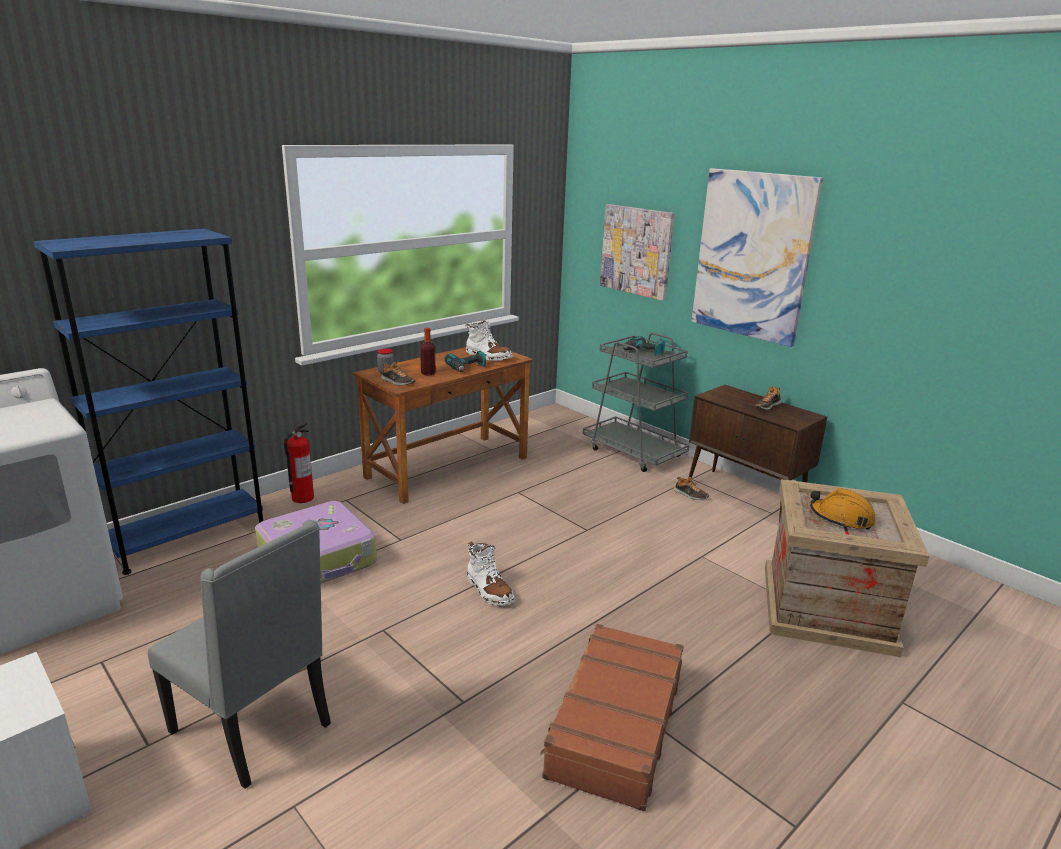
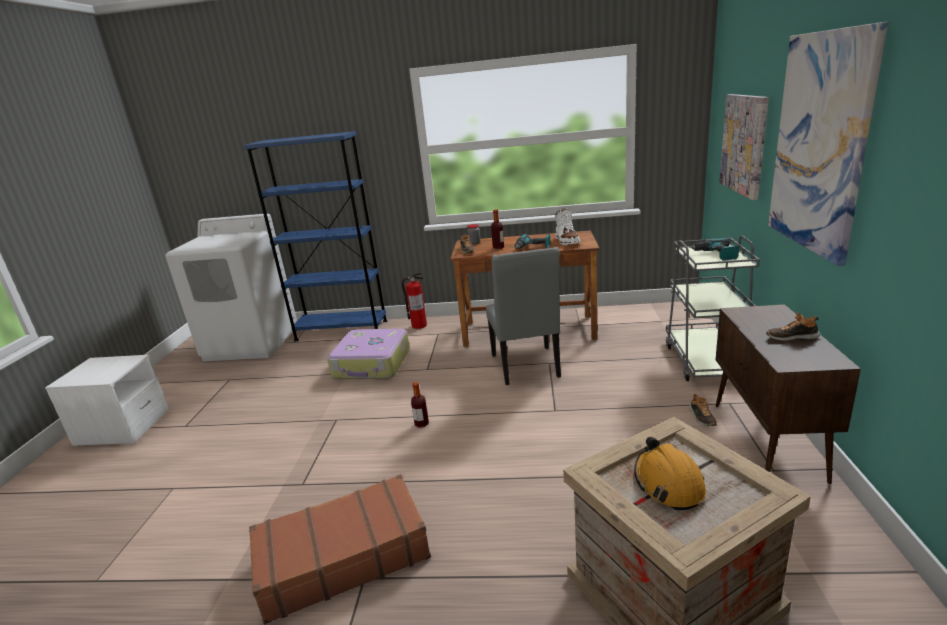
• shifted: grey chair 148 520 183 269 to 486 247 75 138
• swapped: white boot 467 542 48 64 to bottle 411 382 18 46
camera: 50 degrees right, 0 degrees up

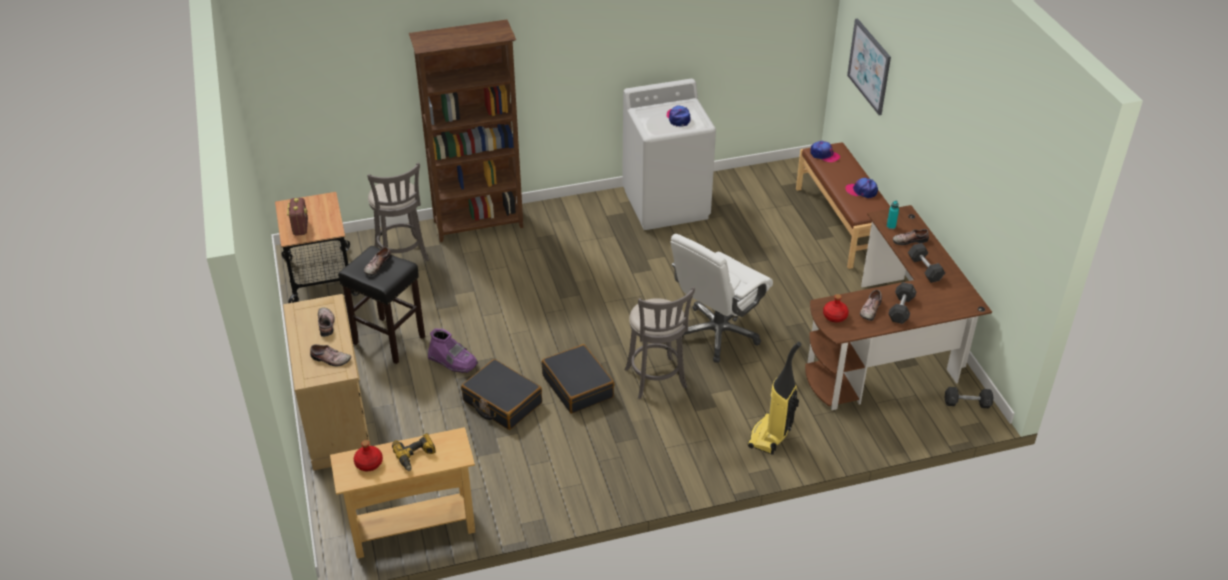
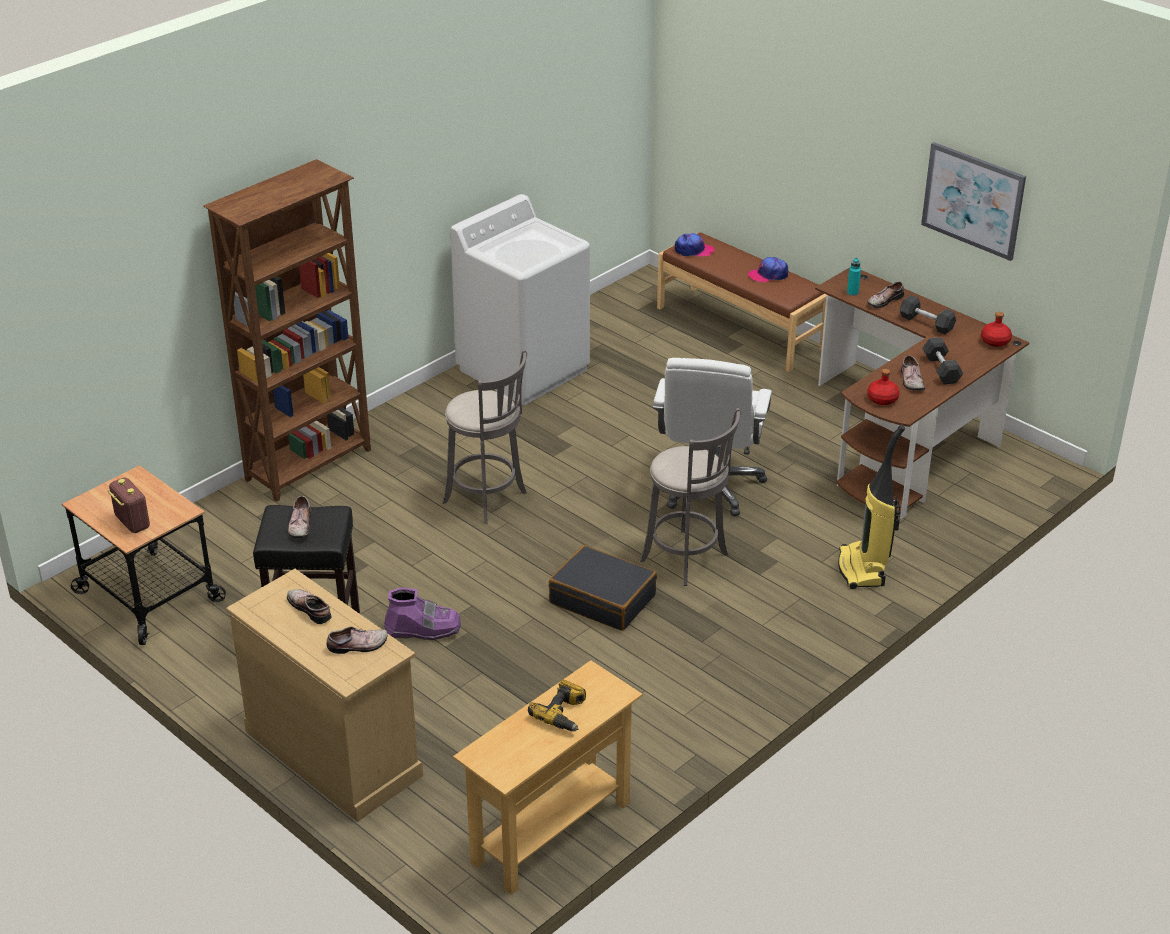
• shifted: picture 847 19 44 96 to 921 142 105 119
• gone: cap 667 105 23 22
• shifted: grey stool 368 163 61 98 to 442 350 85 174
• gone: black suitcase 461 359 81 71
• gone: grey dumbbell 945 387 48 21
• shifted: red bottle 354 440 29 31 to 981 312 31 35
camera: 30 degrees left, 5 degrees down

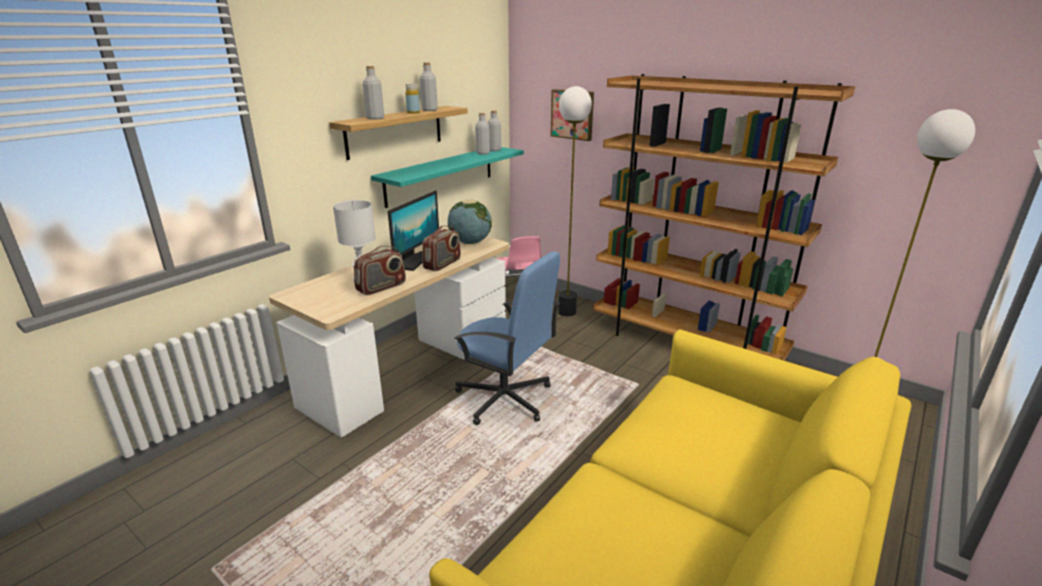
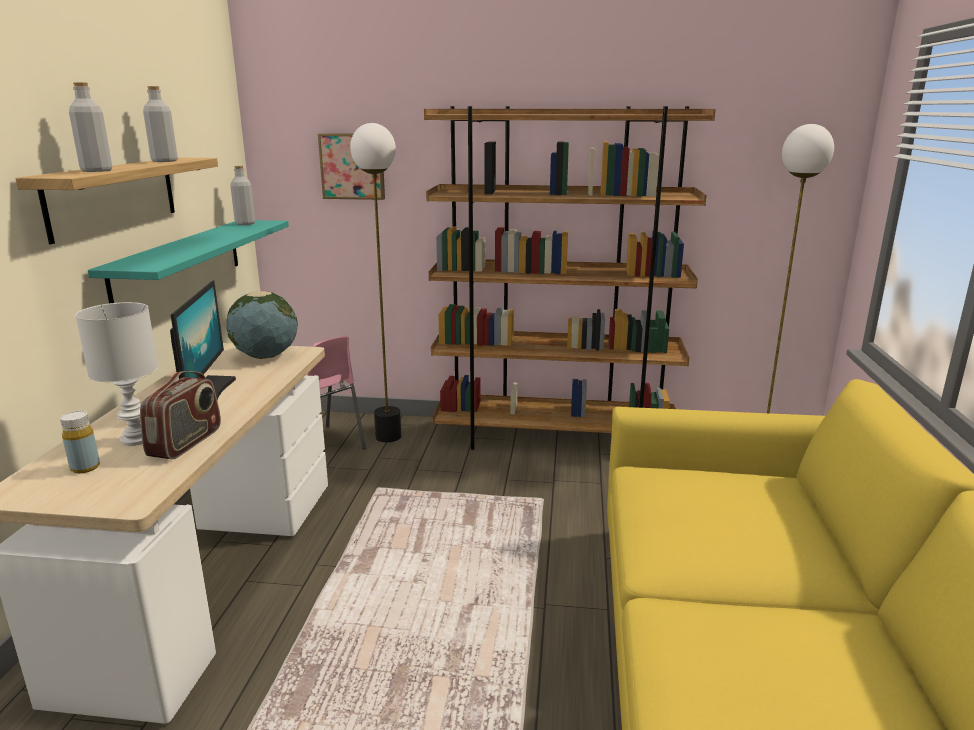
• shifted: yellow bottle 405 83 15 31 to 60 411 40 62
• gone: grey bottle 475 113 15 42
• gone: radio 422 226 39 45
• gone: blue office chair 454 251 106 174
camera: 30 degrees left, 5 degrees down

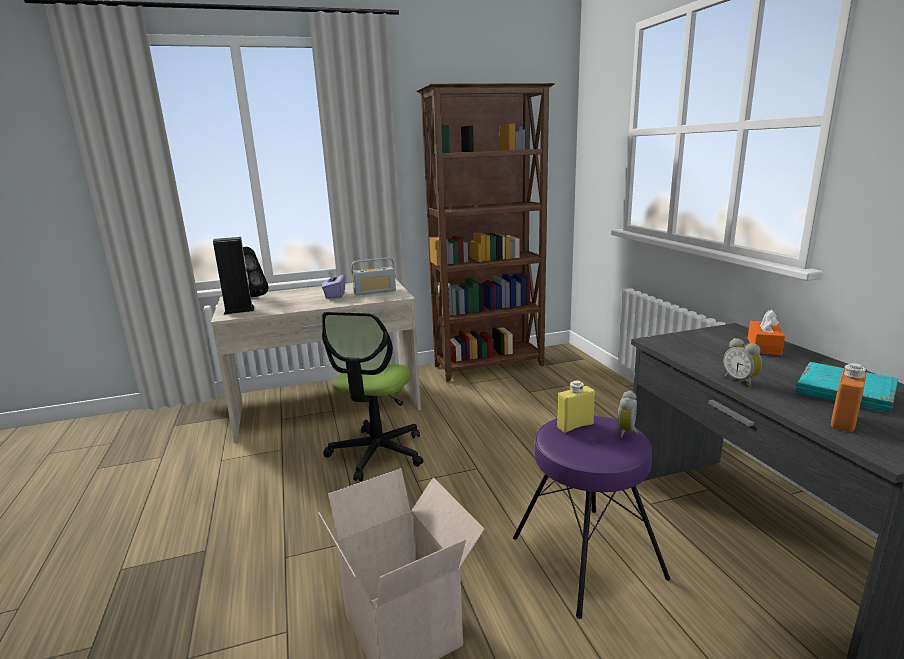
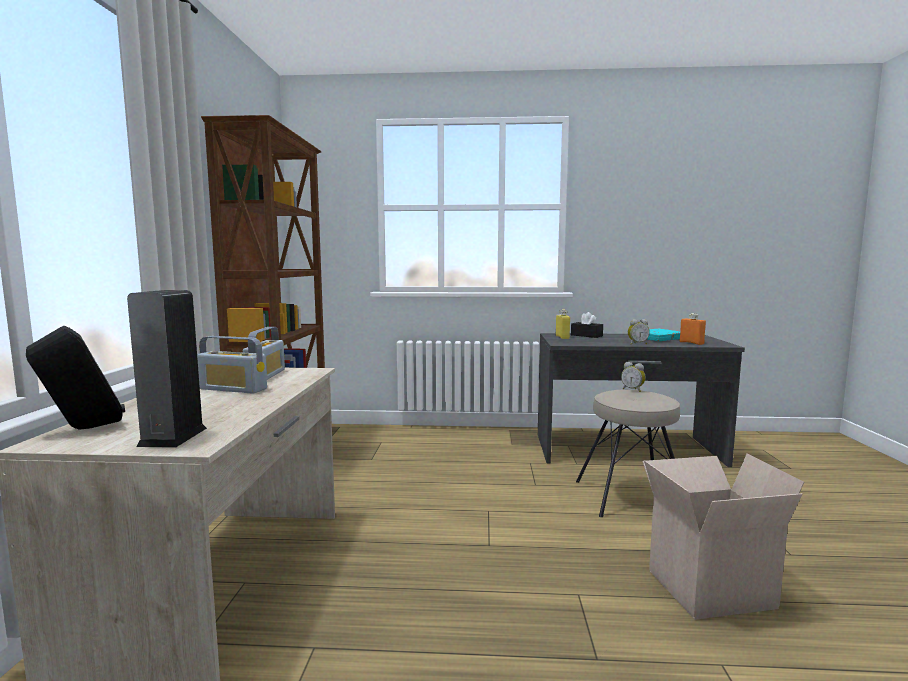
• swapped: purple tissue box 322 270 23 29 to radio 197 336 70 58
• repainted: orange tissue box 748 310 37 45 to black tissue box 571 312 32 26
• gone: office chair 322 312 101 169
• shifted: yellow bottle 557 380 38 53 to 556 310 14 29
• repainted: purple stool 513 416 158 203 to beige stool 576 390 104 127
camera: 70 degrees left, 10 degrees down

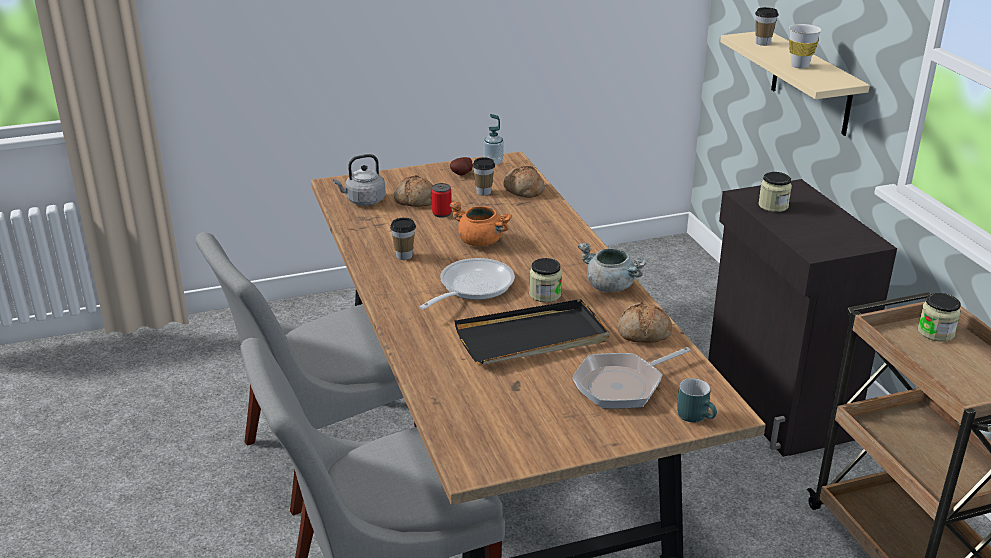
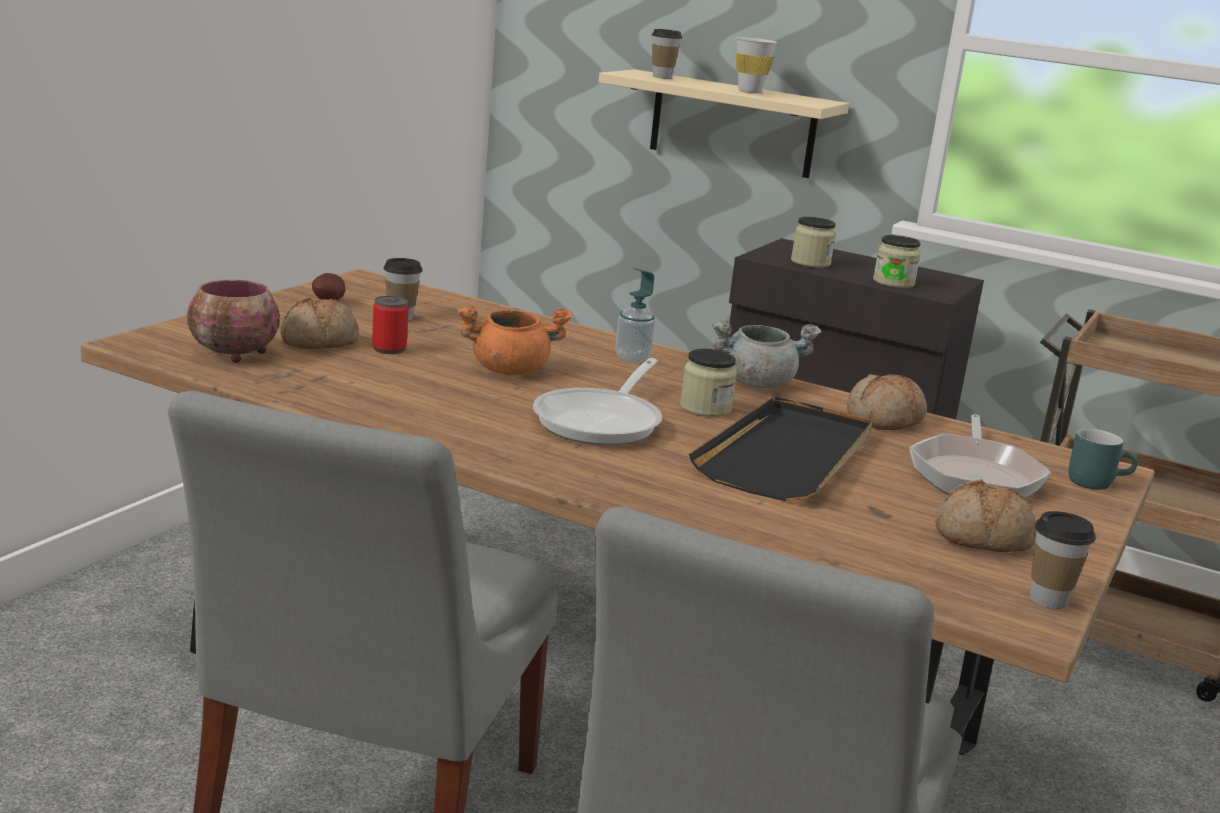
• shifted: soap dispenser 484 114 20 51 to 615 268 40 95
• swapped: grey kettle 333 154 53 52 to bowl 187 279 93 84
• shifted: bread 503 166 42 32 to 935 479 102 73
• shifted: cup 390 218 26 42 to 1030 511 66 98
• rotated: frying pan 419 258 96 51 = 533 358 129 87 150 degrees counterclockwise
• shifted: jar 918 293 43 49 to 873 235 48 53
camera: 45 degrees left, 10 degrees down

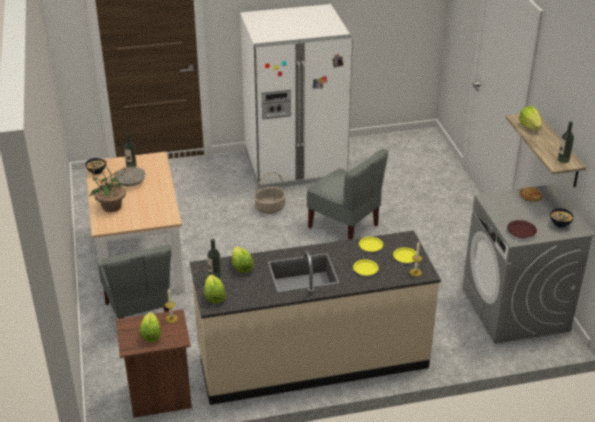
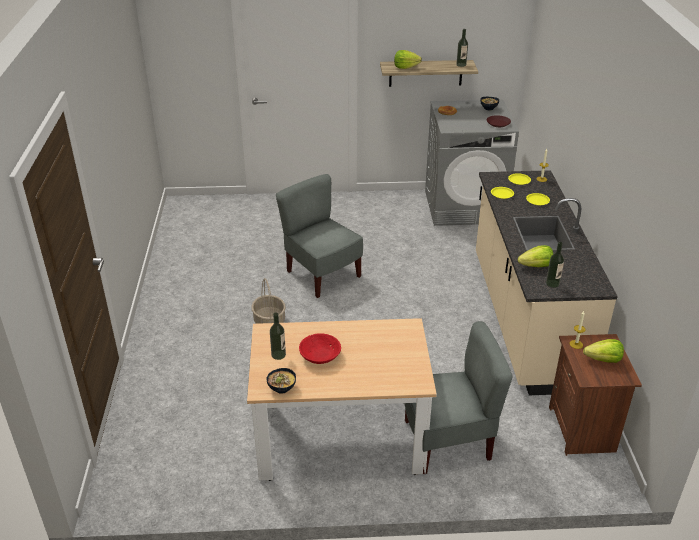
• gone: white fridge 240 4 113 185
• rotated: grey chair 307 149 81 91 = 276 174 87 124 90 degrees counterclockwise
• gone: potted plant 89 161 39 51
• repainted: grey bowl 114 167 32 20 to red bowl 299 333 42 31
• gone: lettuce 204 274 22 29
camera: 80 degrees left, 0 degrees up

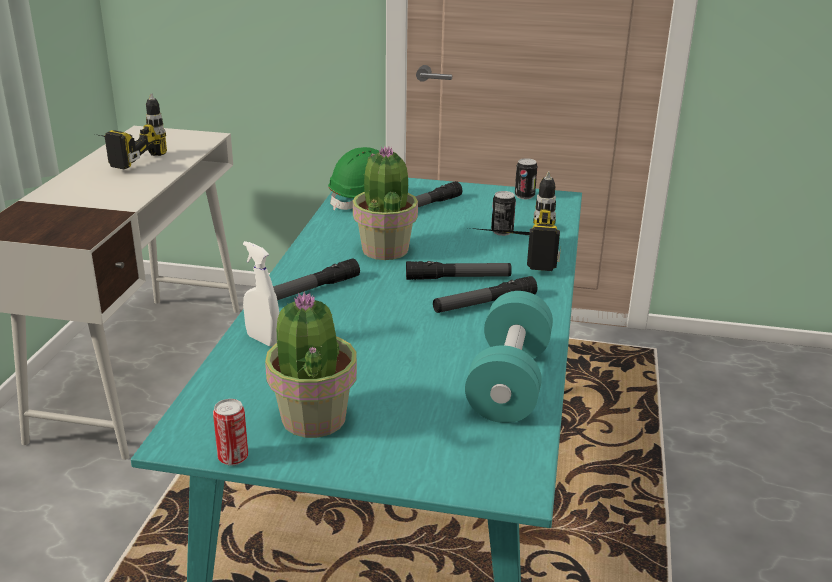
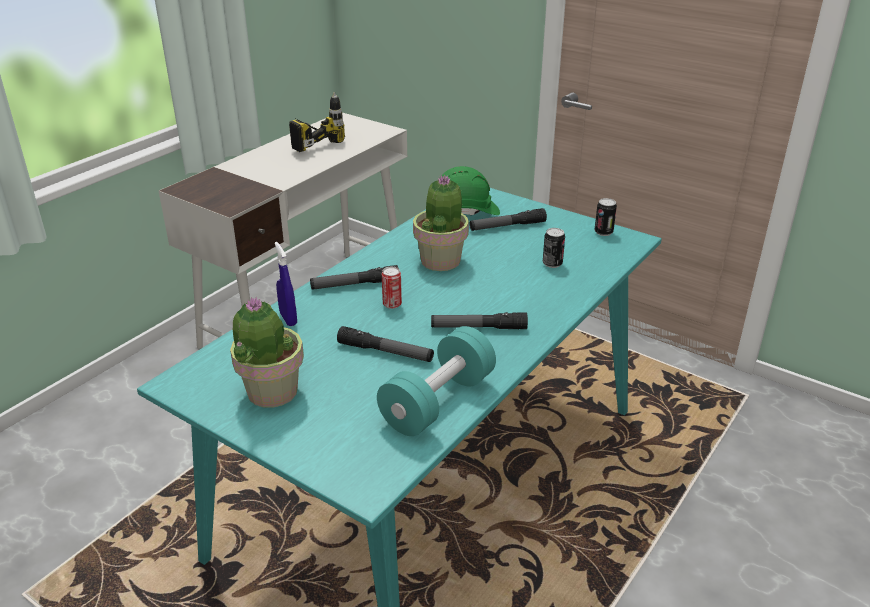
• gone: power drill 470 172 90 99
• repainted: white spray bottle 243 241 36 106 to blue spray bottle 275 242 22 84
• shifted: flashlight 406 261 106 19 to 337 326 97 36
• shifted: can 213 399 35 67 to 382 267 20 42
camera: 25 degrees right, 5 degrees up

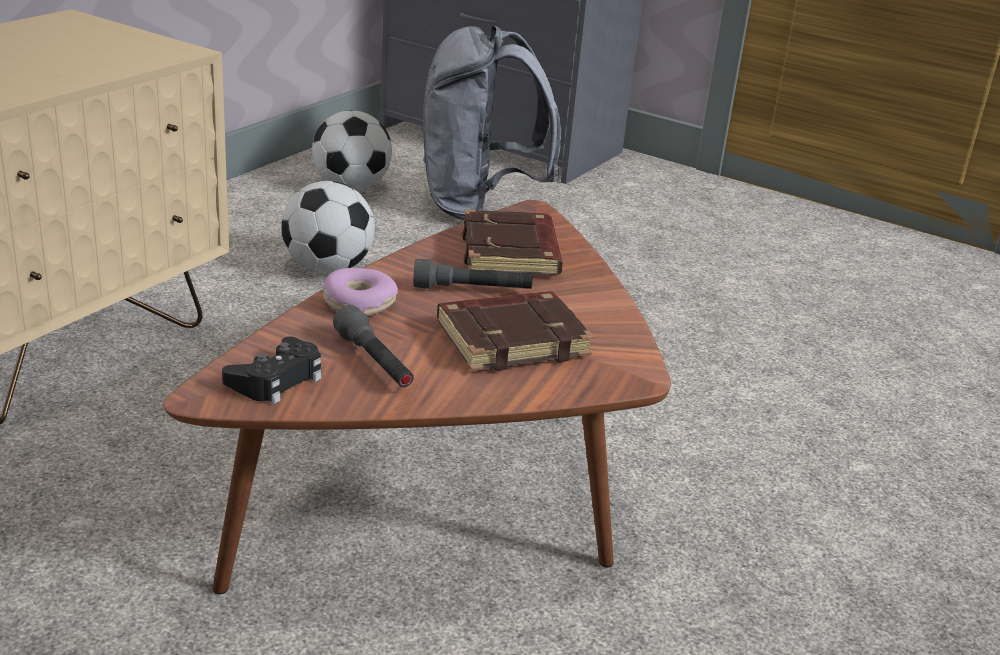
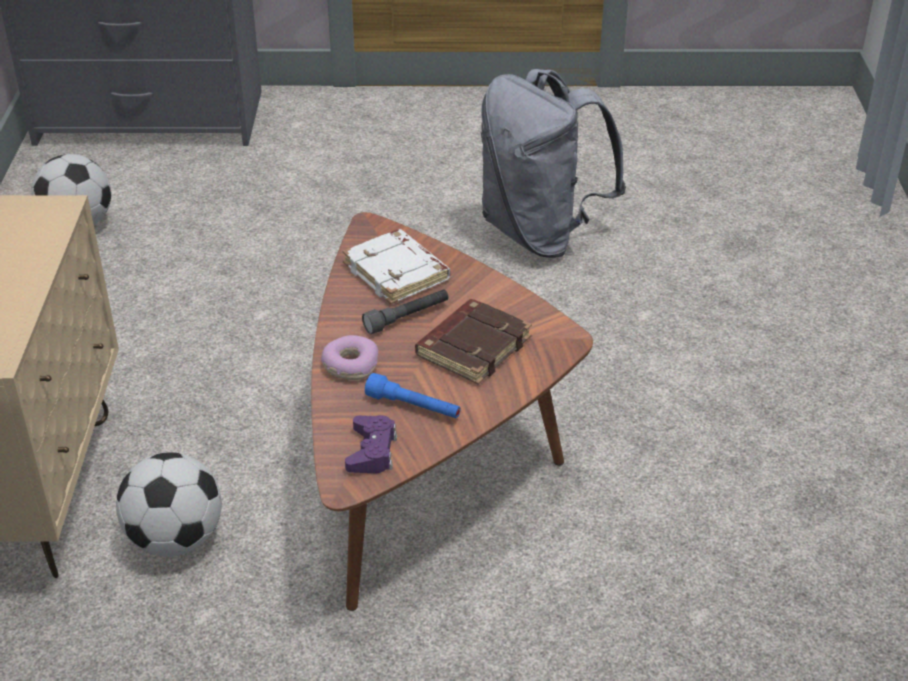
• shifted: grey backpack 423 25 138 195 to 481 69 145 189
• shifted: football 281 181 94 93 to 116 452 106 105
• repainted: brown book 462 209 101 67 to white book 342 229 108 75
• repainted: grey flashlight 333 305 81 82 to blue flashlight 365 373 96 45
• repainted: black game controller 222 337 100 67 to purple game controller 345 415 52 58
camera: 30 degrees left, 10 degrees up

